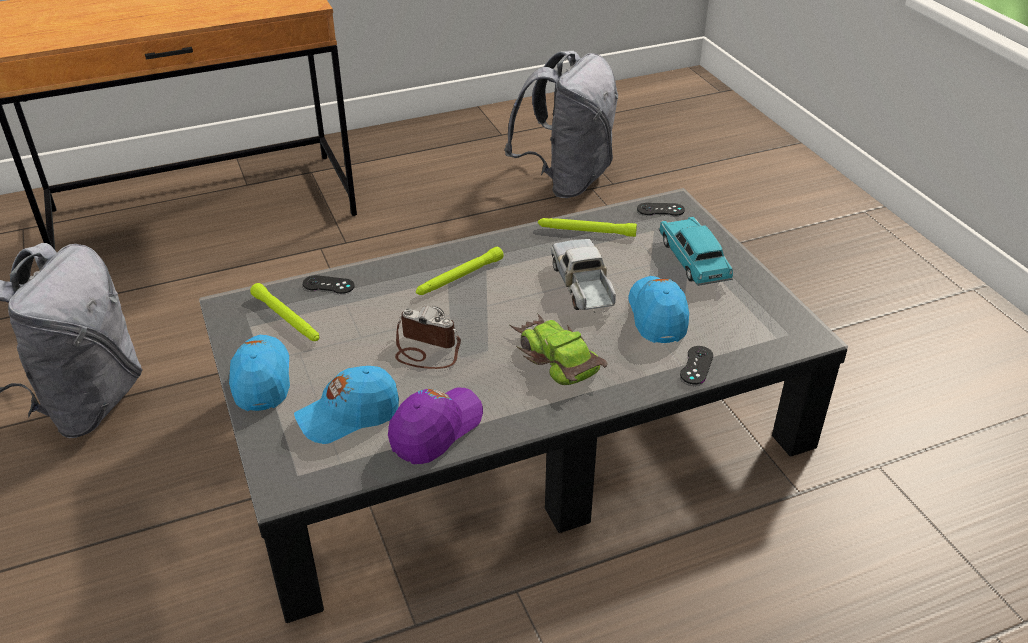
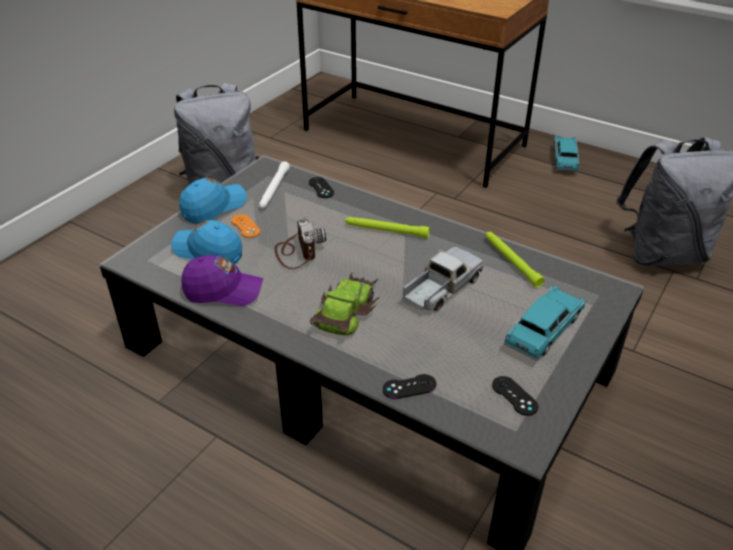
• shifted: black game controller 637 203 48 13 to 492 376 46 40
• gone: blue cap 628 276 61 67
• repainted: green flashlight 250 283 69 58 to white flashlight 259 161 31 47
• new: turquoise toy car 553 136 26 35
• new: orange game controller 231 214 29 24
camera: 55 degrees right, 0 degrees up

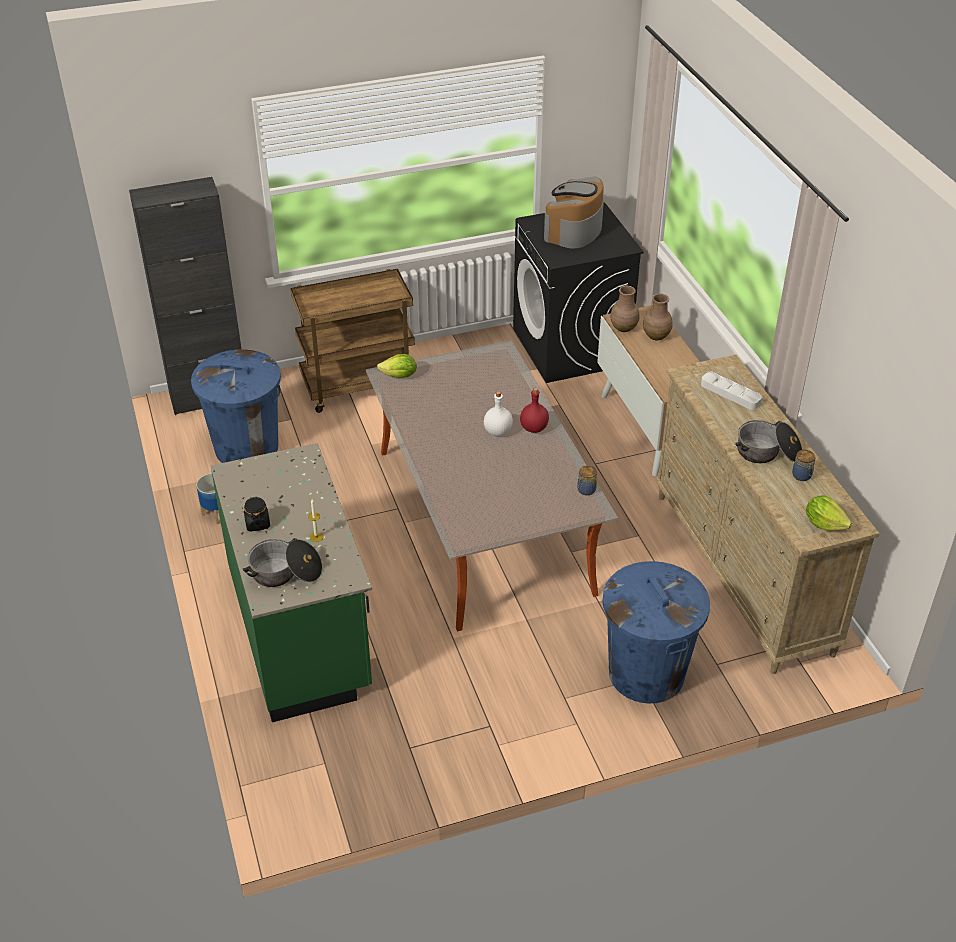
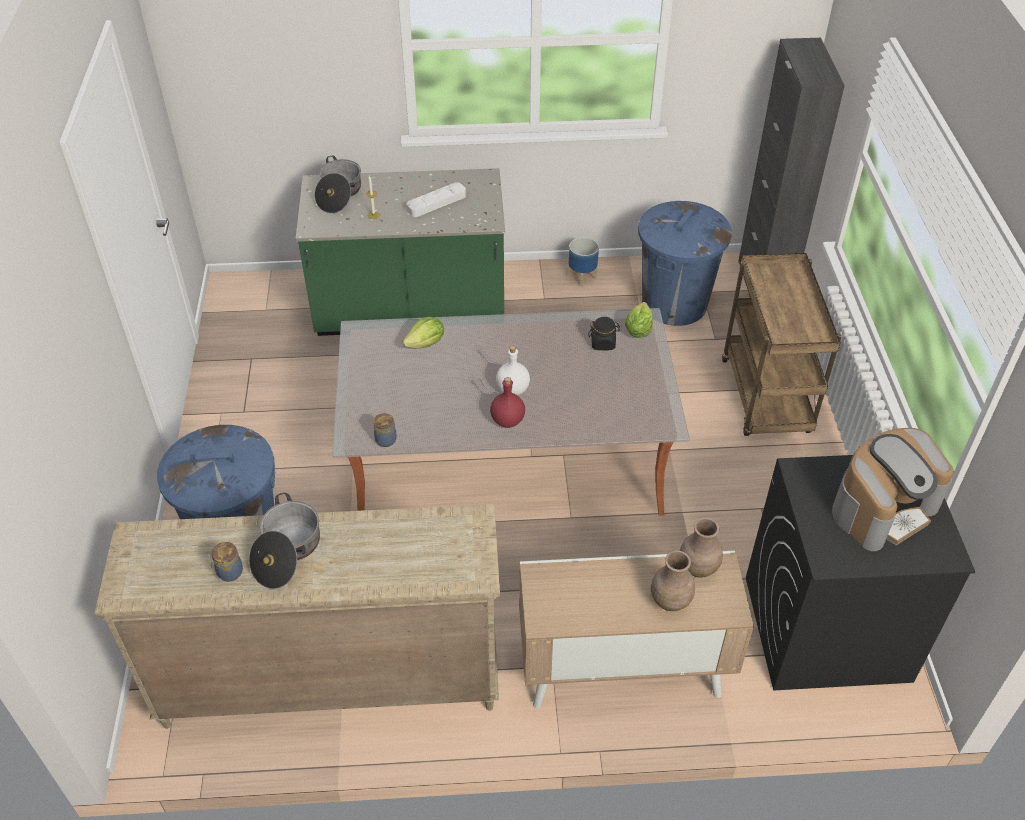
• rotated: coffee machine 544 176 60 72 = 832 428 122 123 105 degrees clockwise
• shifted: white tray 701 372 61 38 to 406 182 60 35
• shifted: lettuce 806 495 46 36 to 402 317 42 32
• shifted: black jar 244 497 26 35 to 589 317 31 33
camera: 105 degrees right, 5 degrees up

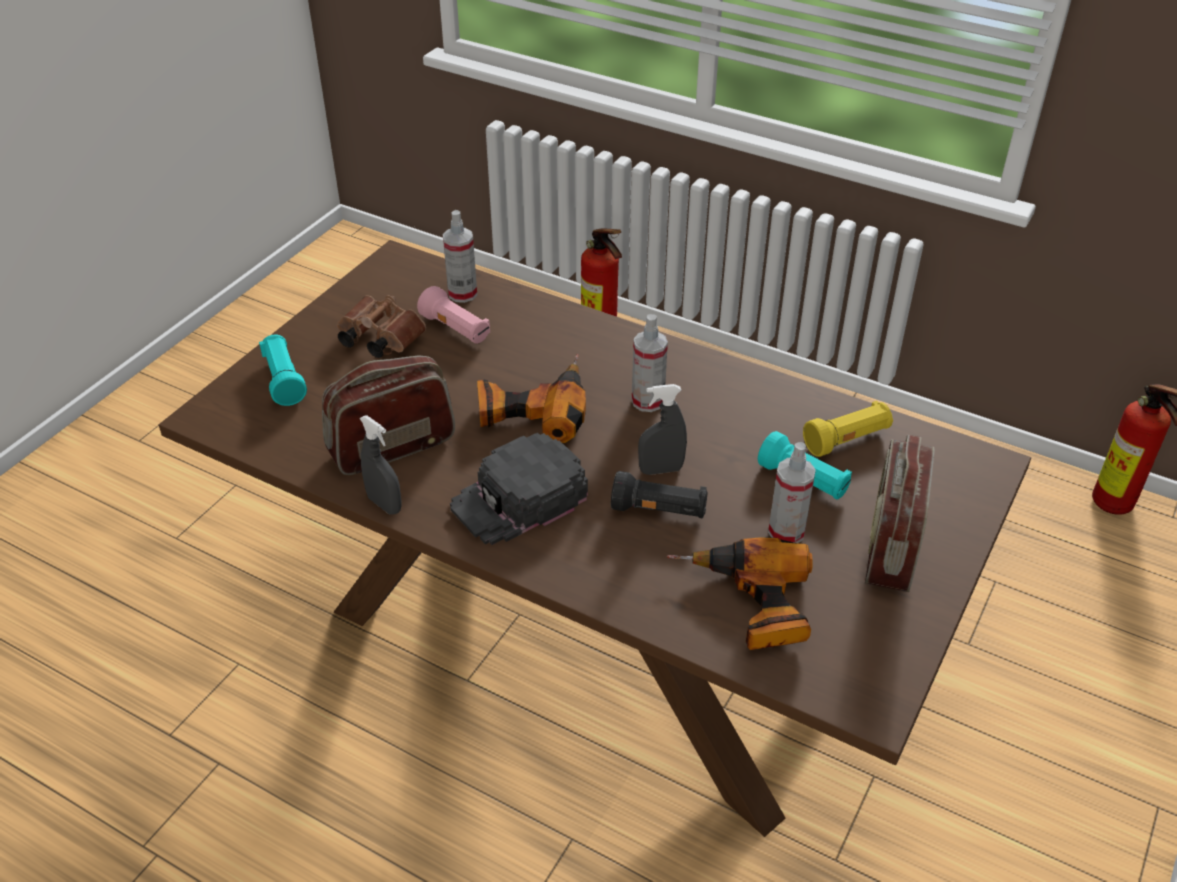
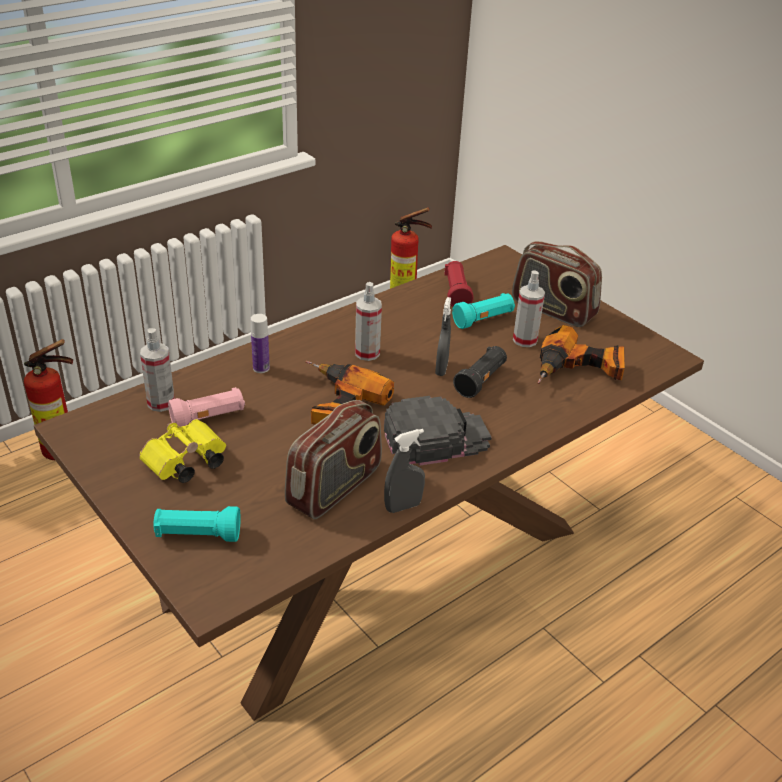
• repainted: brown binoculars 337 295 89 63 to yellow binoculars 139 419 87 64
• rotated: radio 322 355 133 120 = 285 400 97 119 135 degrees counterclockwise
• repainted: yellow flashlight 803 401 90 56 to red flashlight 444 261 30 46
• rotated: black cap 450 433 138 112 = 384 396 107 70 90 degrees counterclockwise
• new: bottle 251 314 19 59
camera: 70 degrees left, 5 degrees down

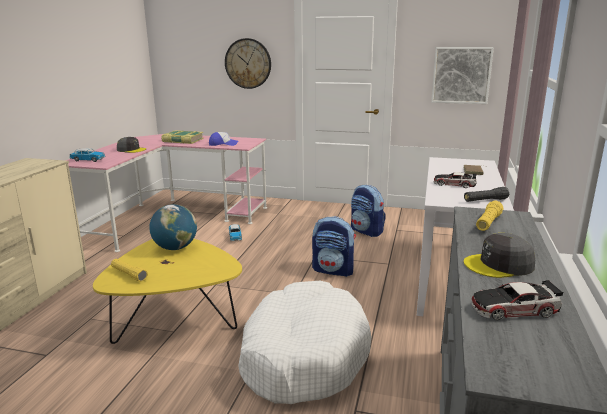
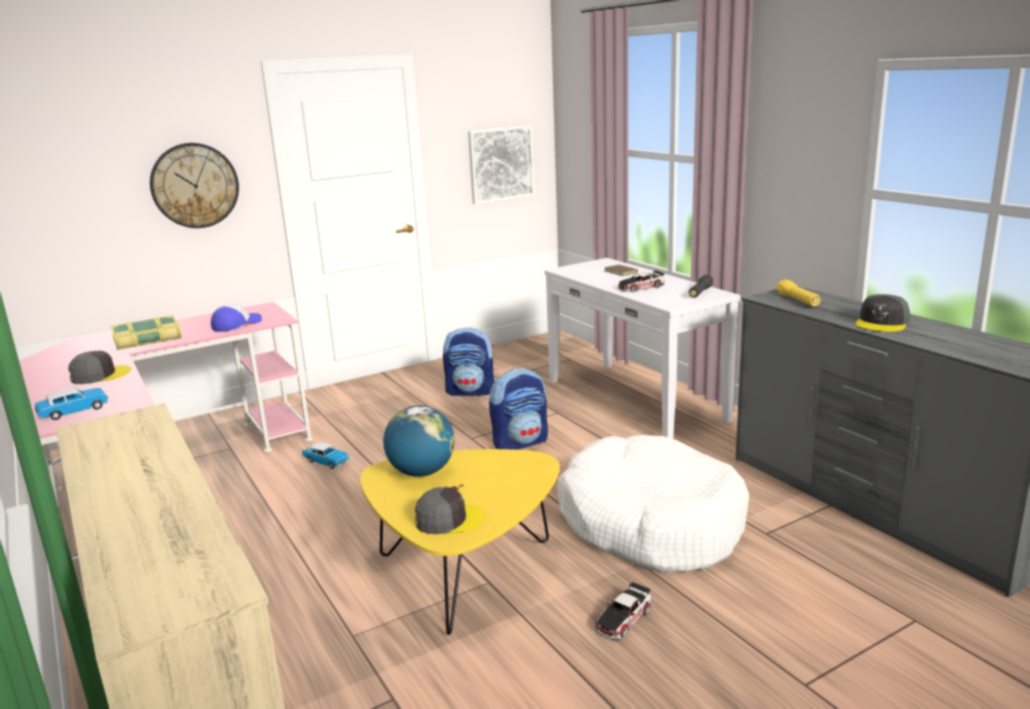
• swapped: yellow flashlight 111 259 37 23 to grey cap 415 487 69 48
• shifted: toy car 471 280 92 40 to 594 582 58 58
camera: 45 degrees left, 0 degrees up

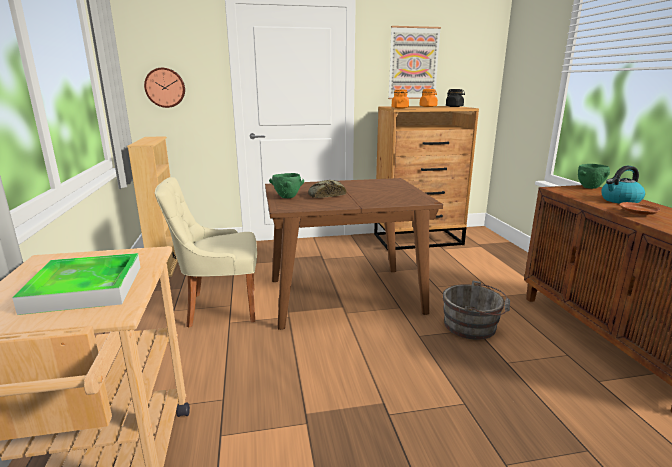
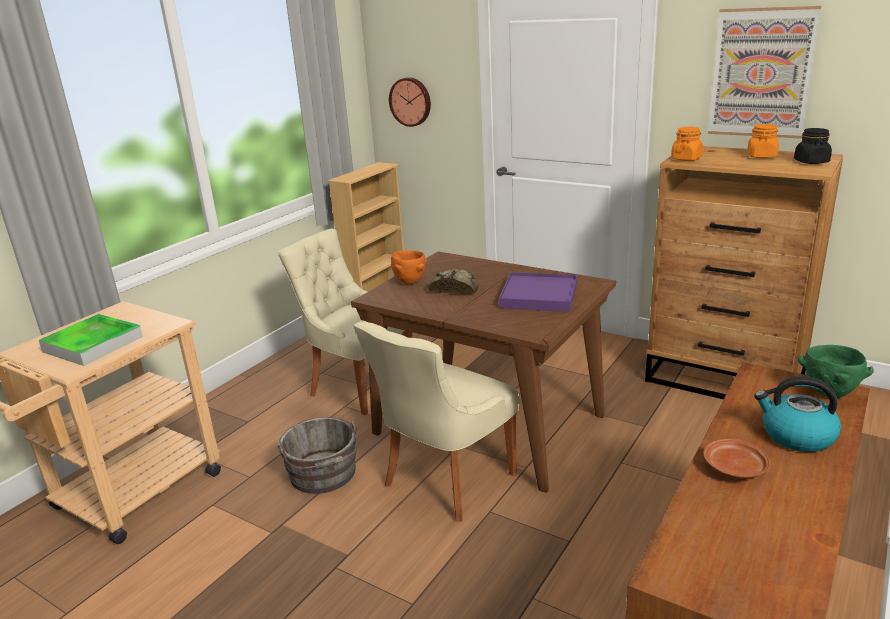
• repainted: green bowl 269 173 35 25 to orange bowl 391 250 35 34
• shifted: grey bucket 443 280 67 60 to 277 417 82 77
• new: purple tray 499 272 78 40
• new: beige chair 353 322 166 200
camera: 45 degrees right, 5 degrees up

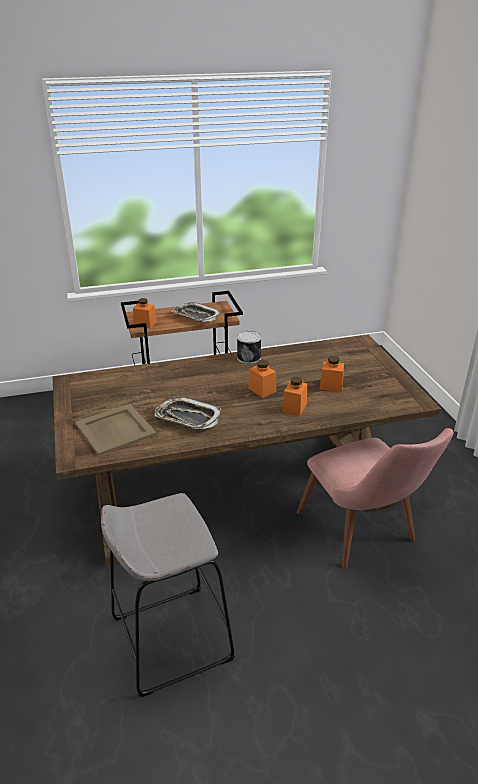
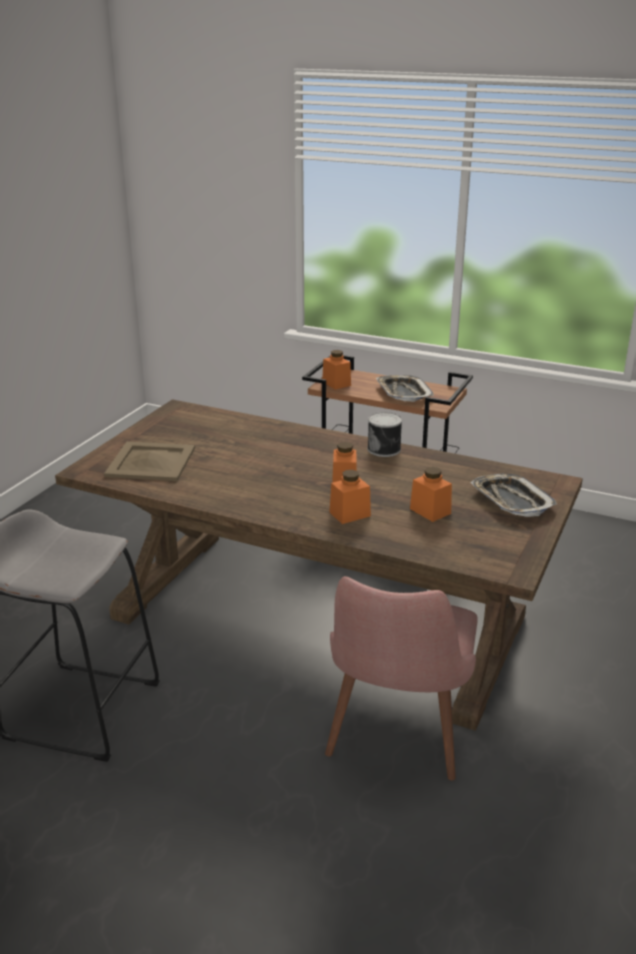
• shifted: tray 155 397 66 32 to 470 474 87 43
camera: 40 degrees right, 5 degrees down

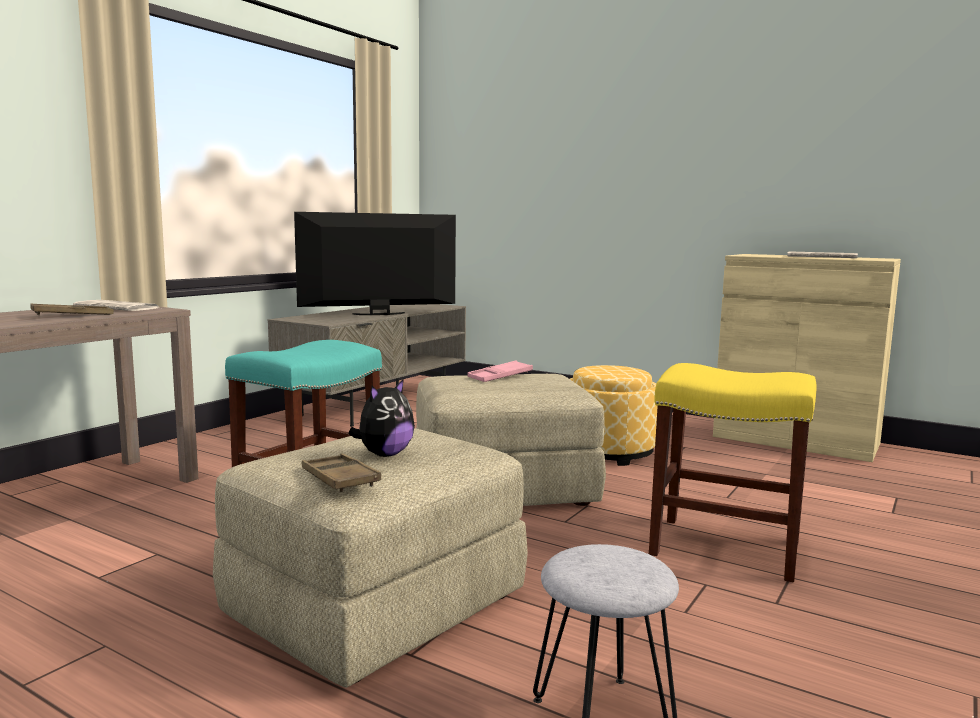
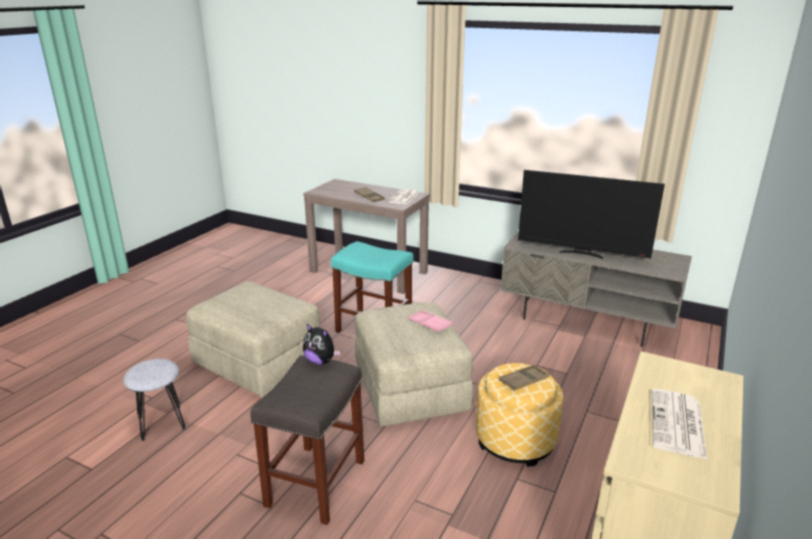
• rotated: television 294 212 162 103 = 518 170 147 89 135 degrees clockwise
• repainted: yellow stool 649 363 168 219 to grey stool 250 356 114 169
• shifted: plush toy 348 379 67 78 to 303 324 37 41
• shifted: brown tray 302 454 79 38 to 499 365 50 26
camera: 85 degrees right, 15 degrees up

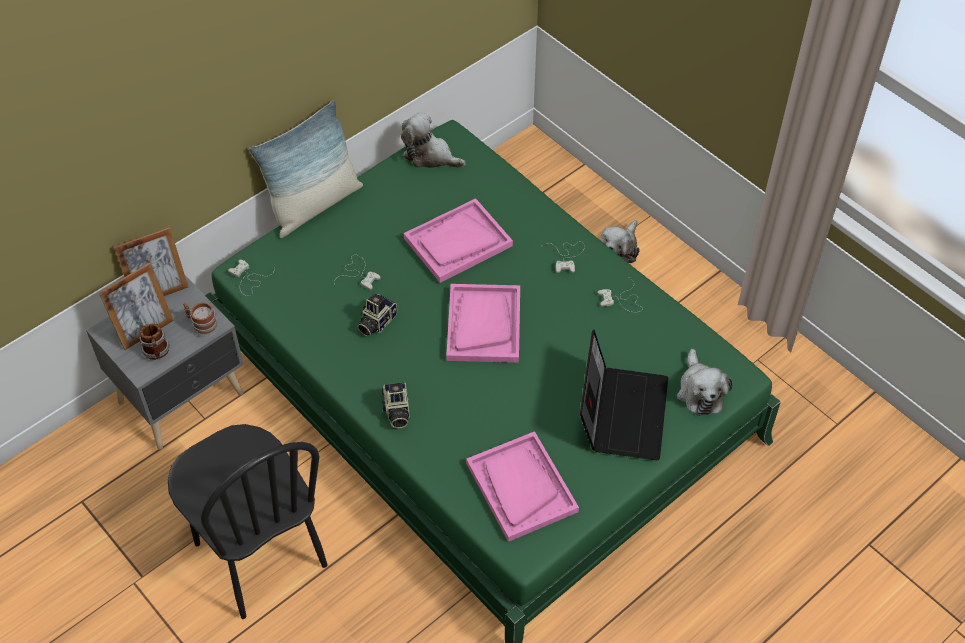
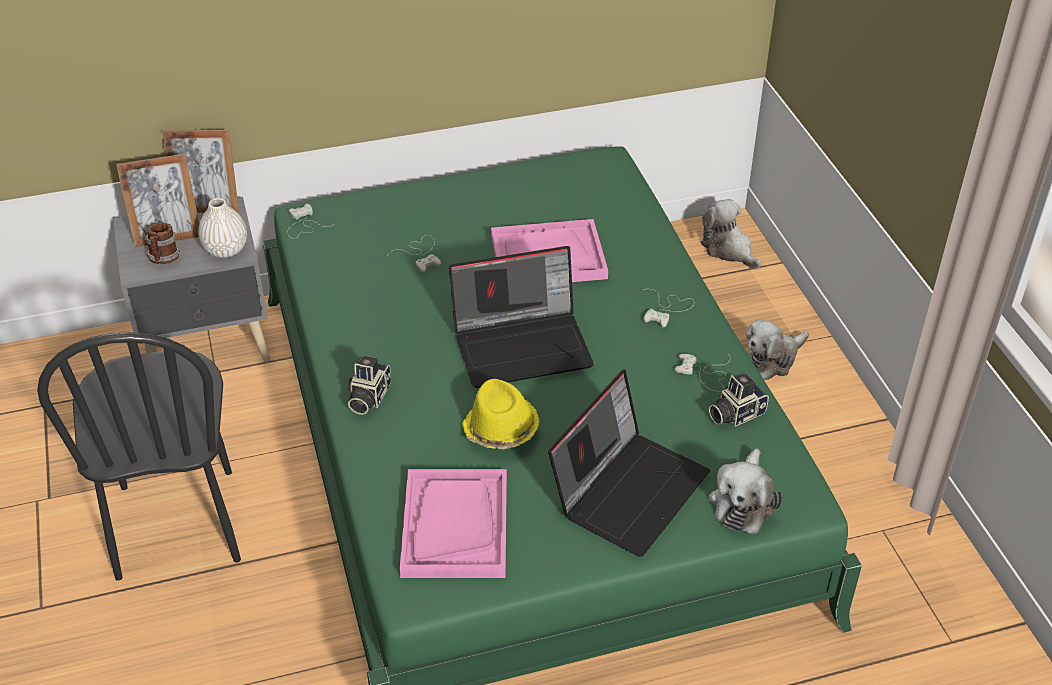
• gone: pillow 249 100 114 138
• shifted: plush toy 401 112 64 56 to 701 199 61 70
• swapped: pink tray 446 284 74 79 to laptop 449 246 145 142
• shifted: photo camera 357 293 40 44 to 709 372 60 55
• swapped: mug 183 302 36 35 to white vase 198 198 49 60
• new: yellow hat 462 379 77 70
camera: 25 degrees right, 10 degrees down

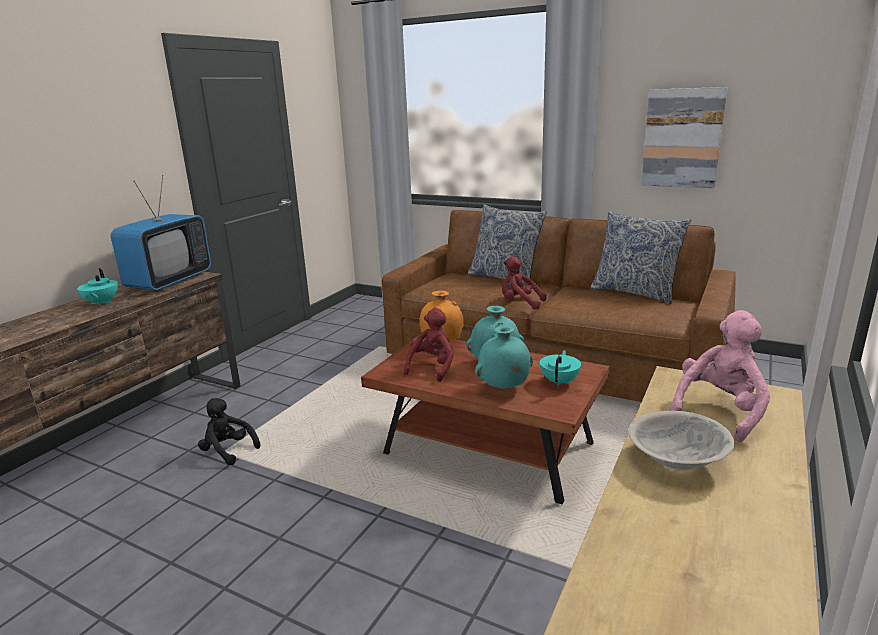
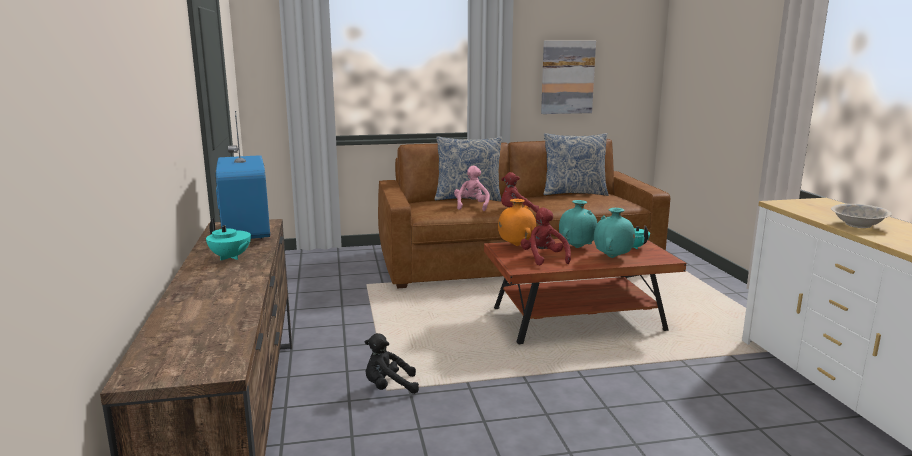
• shifted: pink plush toy 669 310 101 132 to 454 166 36 45
camera: 40 degrees left, 5 degrees down

